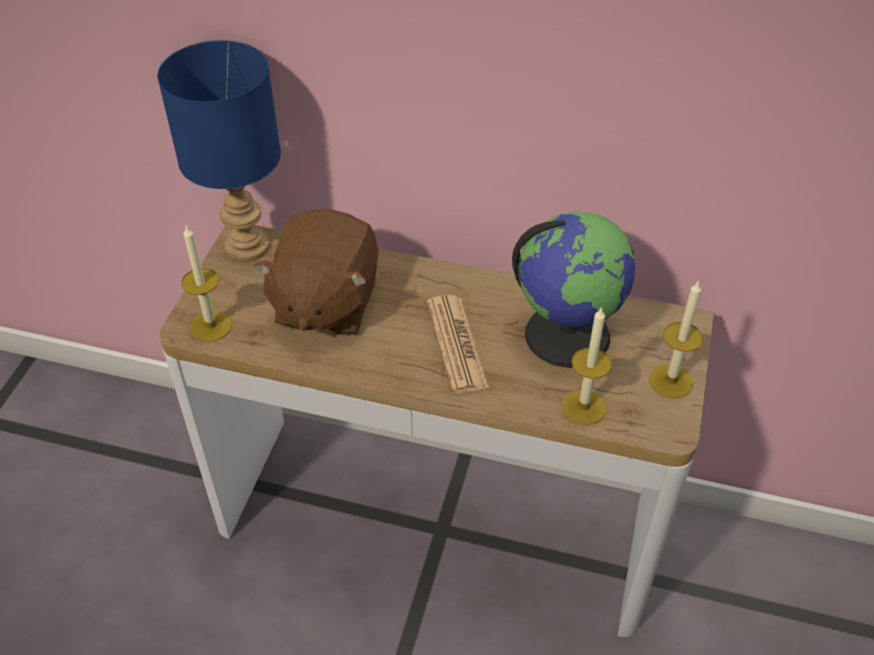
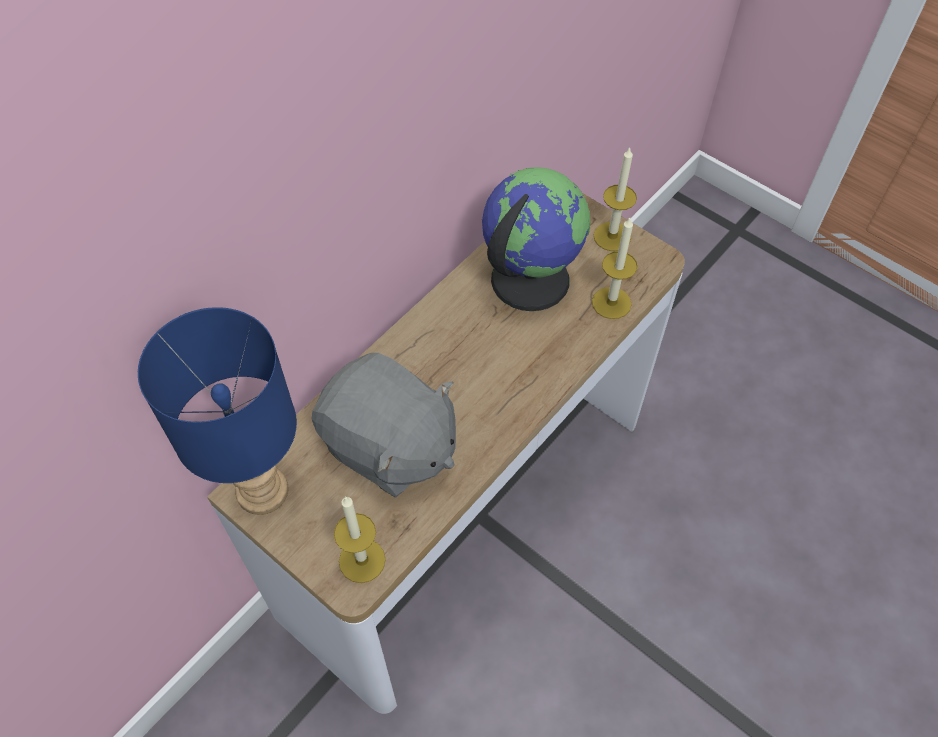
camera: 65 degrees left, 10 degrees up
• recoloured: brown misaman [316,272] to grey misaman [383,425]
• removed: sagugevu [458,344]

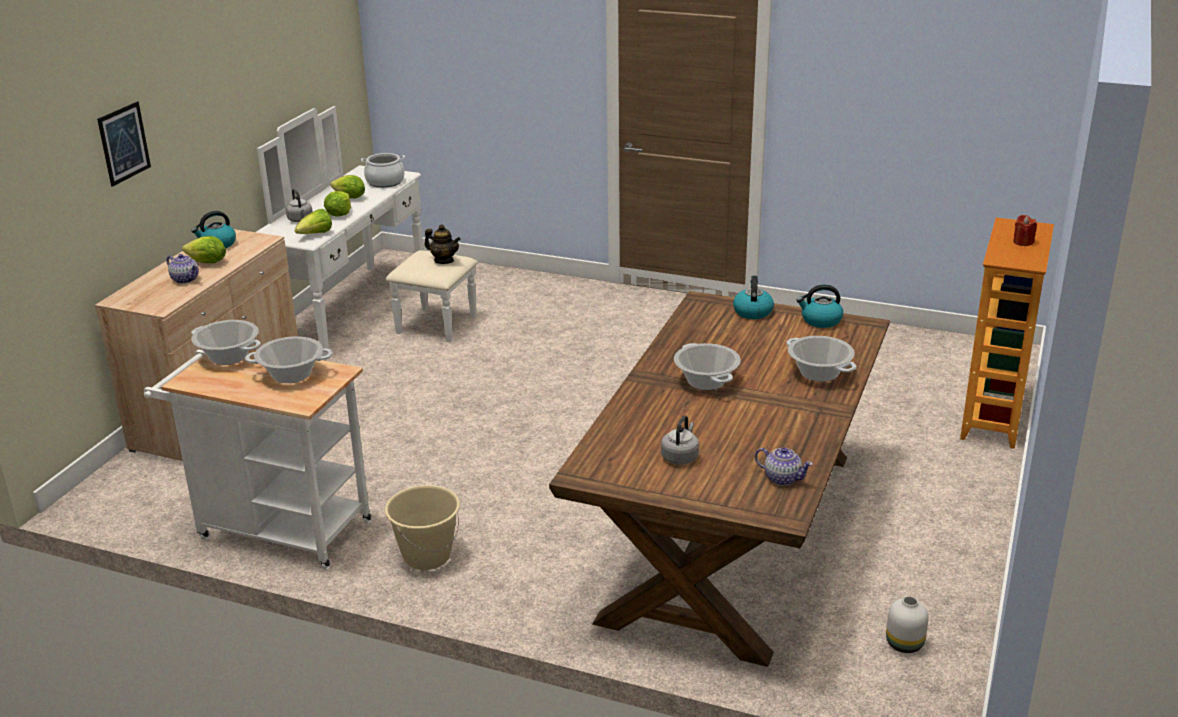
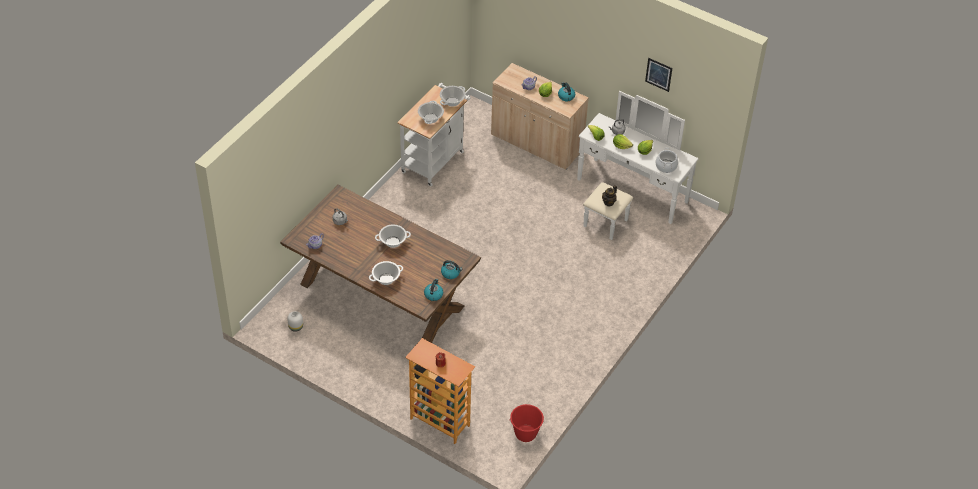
camera: 100 degrees right, 20 degrees up
• added: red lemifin [526,423]
• moved: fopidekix [124,144] to [658,75]
• removed: beige lemifin [422,527]

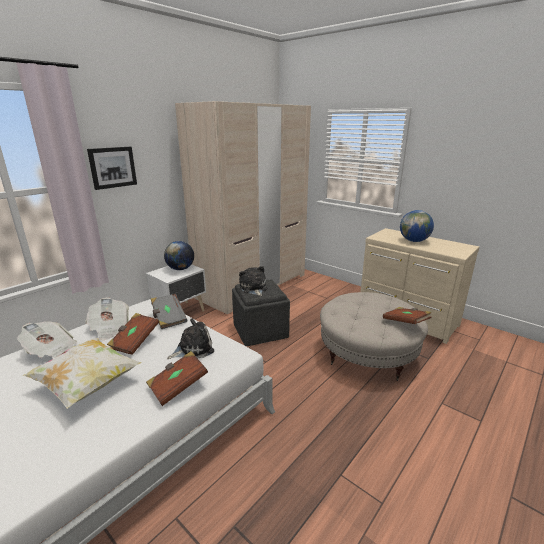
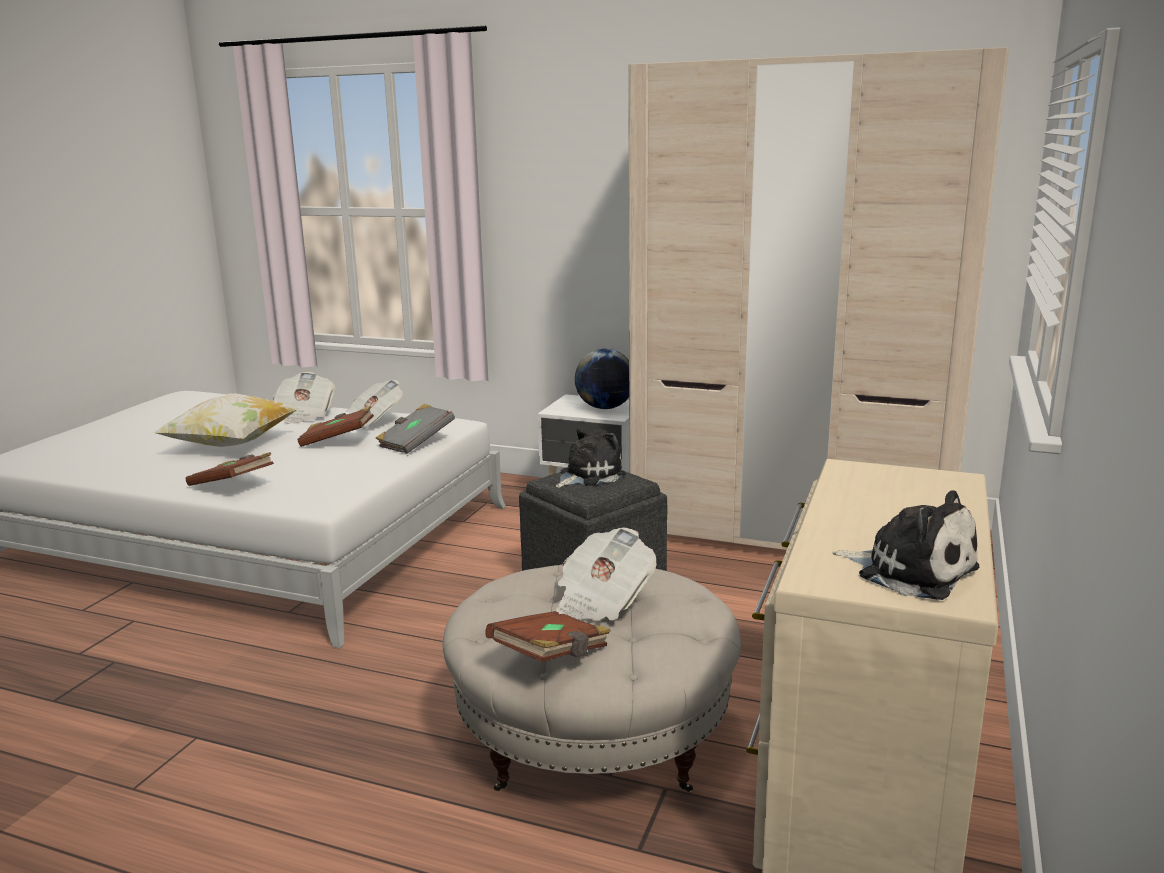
camera: 70 degrees right, 5 degrees down
• added: sagugevu [606,574]
• moved: misaman [190,338] to [905,545]
• removed: fopidekix [112,168]
• removed: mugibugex [417,226]

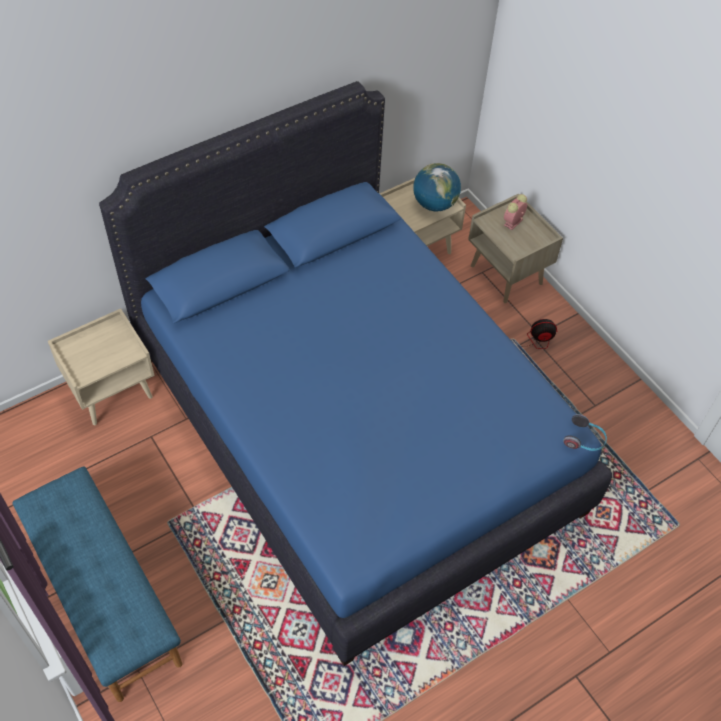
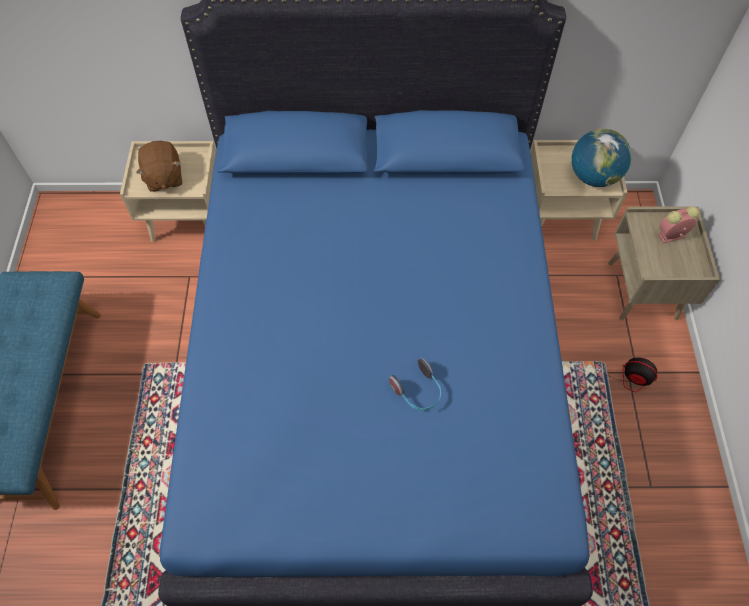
camera: 35 degrees right, 5 degrees up
• added: brown misaman [159,166]
• moved: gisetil [585,432] to [415,384]

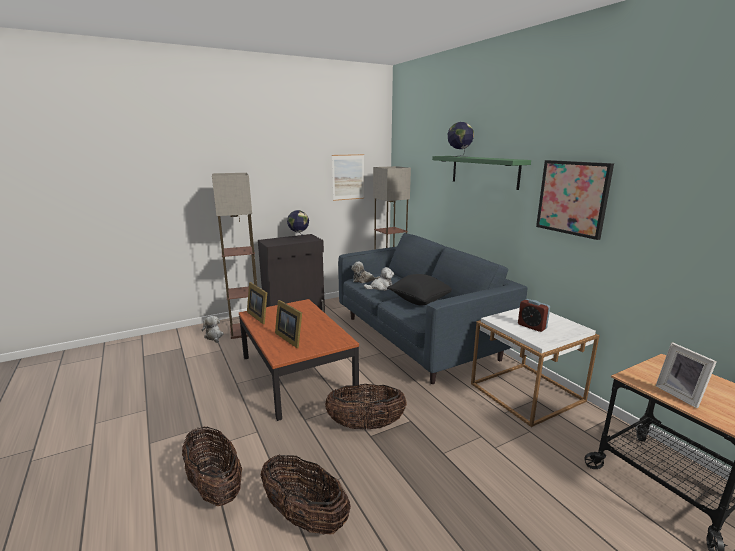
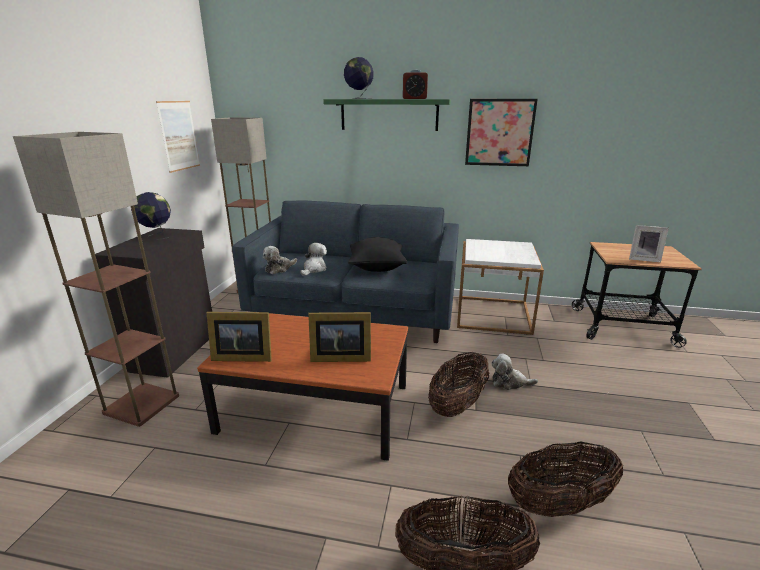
camera: 50 degrees left, 5 degrees up
• moved: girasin [534,315] to [415,84]
• moved: misaman [213,329] to [514,372]

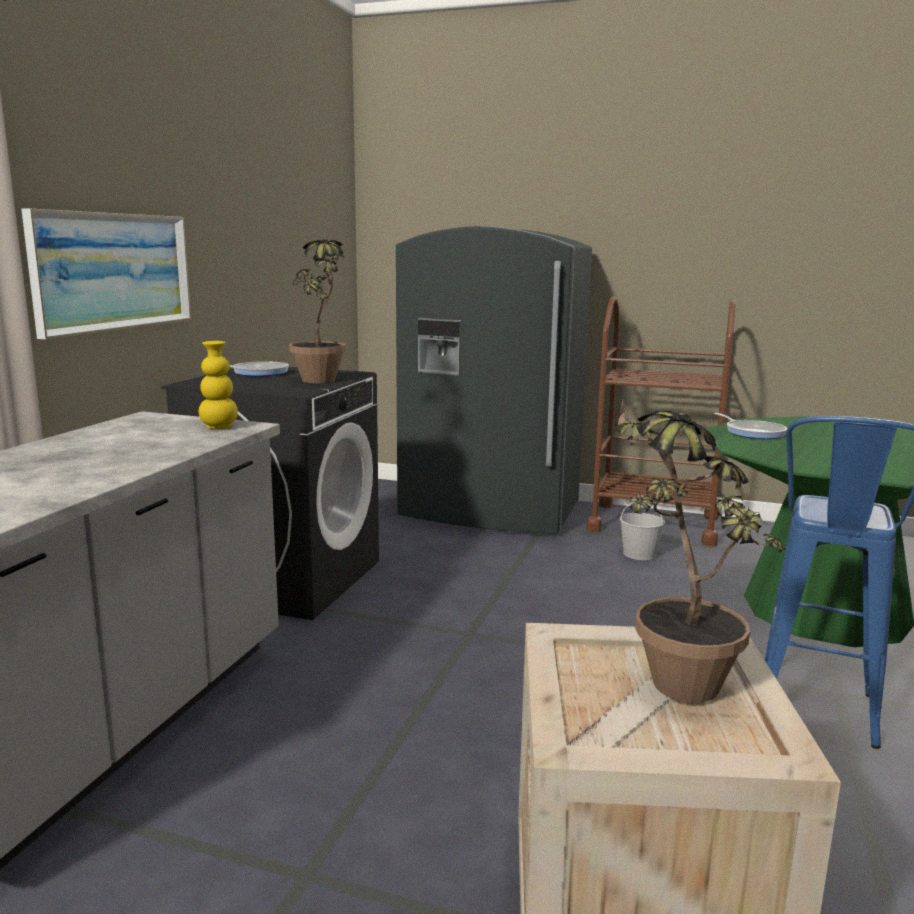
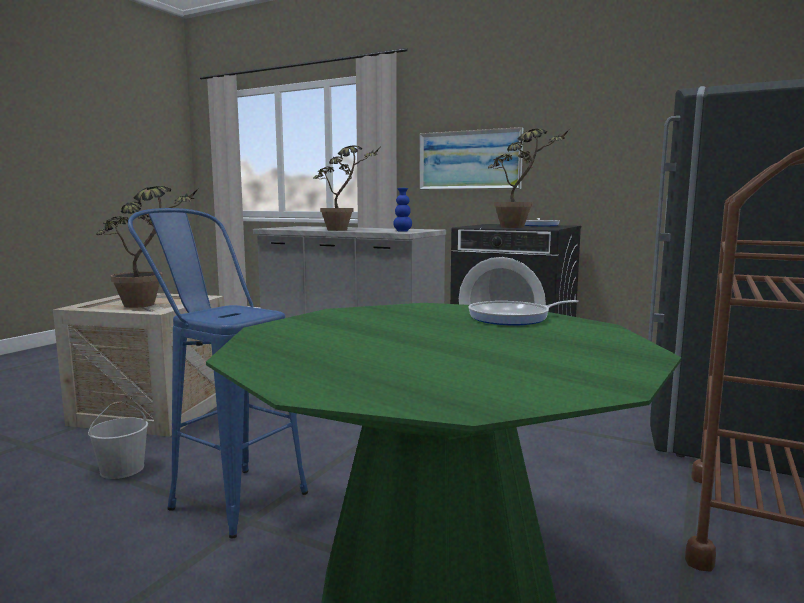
camera: 100 degrees right, 5 degrees down
• moved: white lemifin [642,531] to [118,440]
• added: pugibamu [346,188]
• recoloured: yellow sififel [218,385] to blue sififel [402,210]

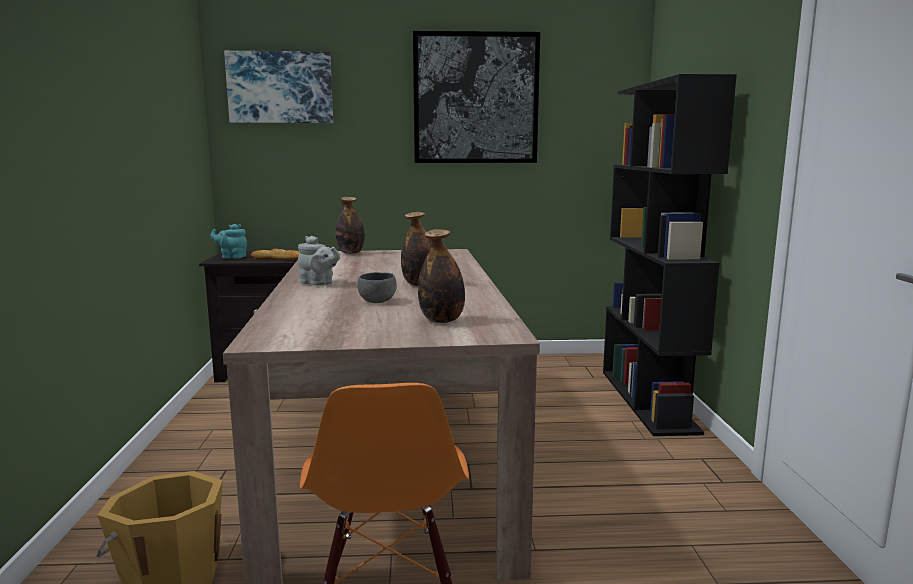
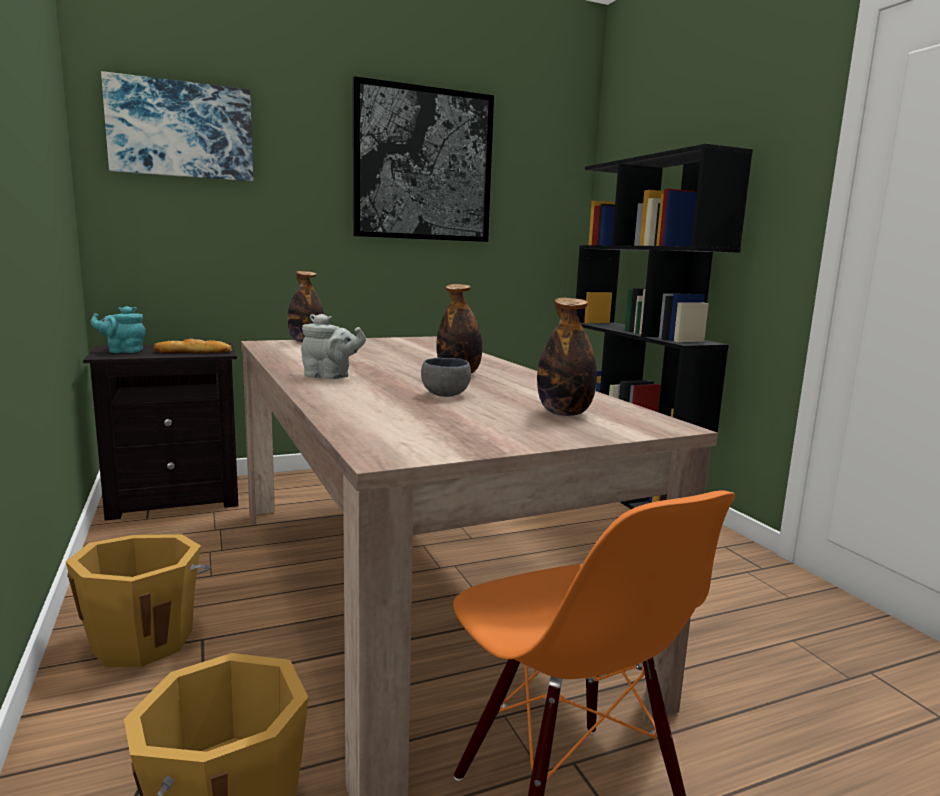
camera: 20 degrees left, 0 degrees up
• added: orange lemifin [139,600]

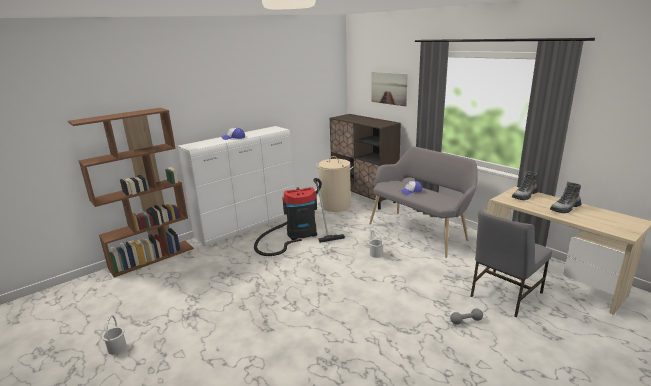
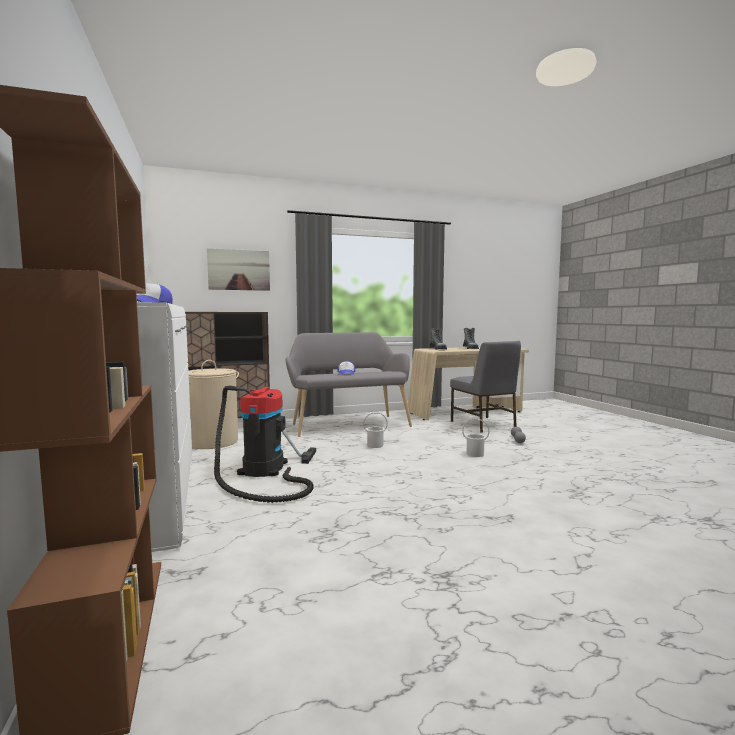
camera: 70 degrees left, 15 degrees down
• moved: white lemifin [114,335] to [475,438]

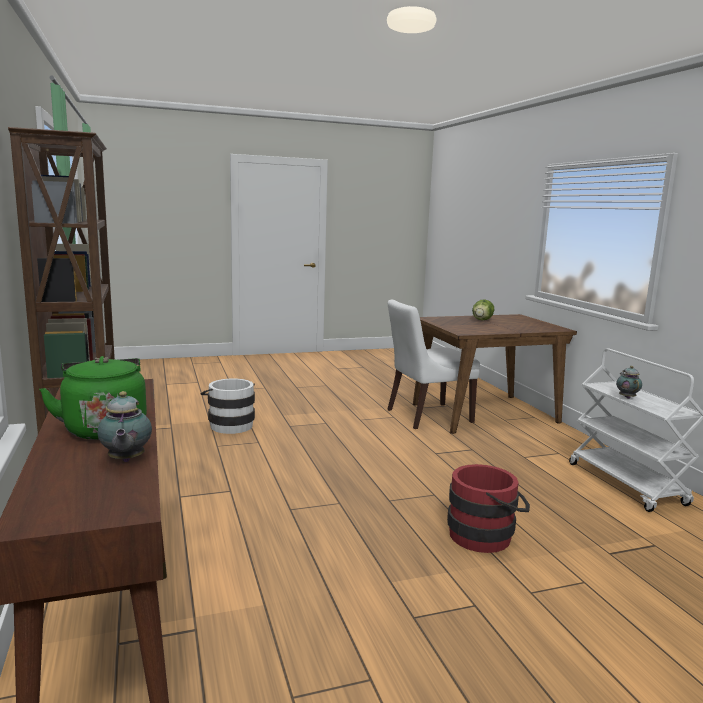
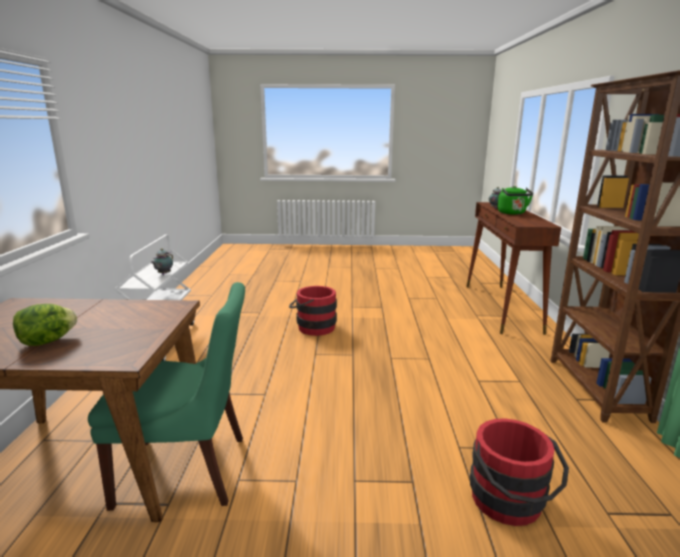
camera: 160 degrees left, 5 degrees up
• recoloured: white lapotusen [433,364] to green lapotusen [166,396]
• recoloured: white lemifin [228,406] to red lemifin [519,472]

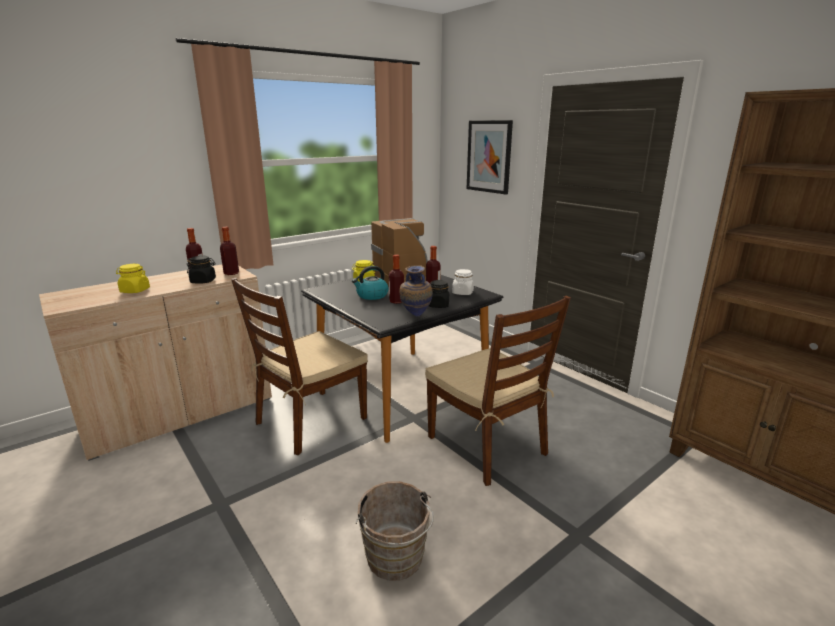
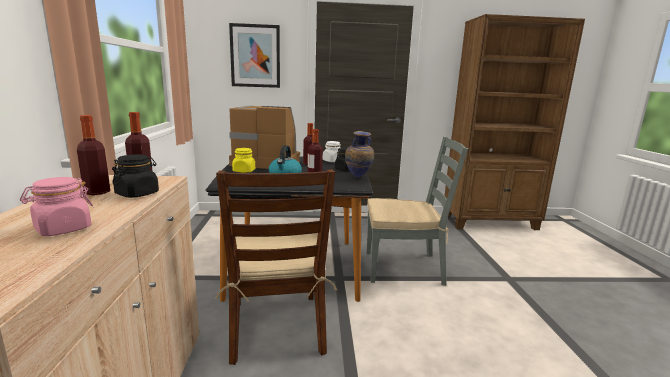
camera: 55 degrees left, 5 degrees down
• recoloured: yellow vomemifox [133,278] to pink vomemifox [56,206]
• recoloured: brown lapotusen [498,390] to grey lapotusen [417,211]
• removed: brown lemifin [395,531]

